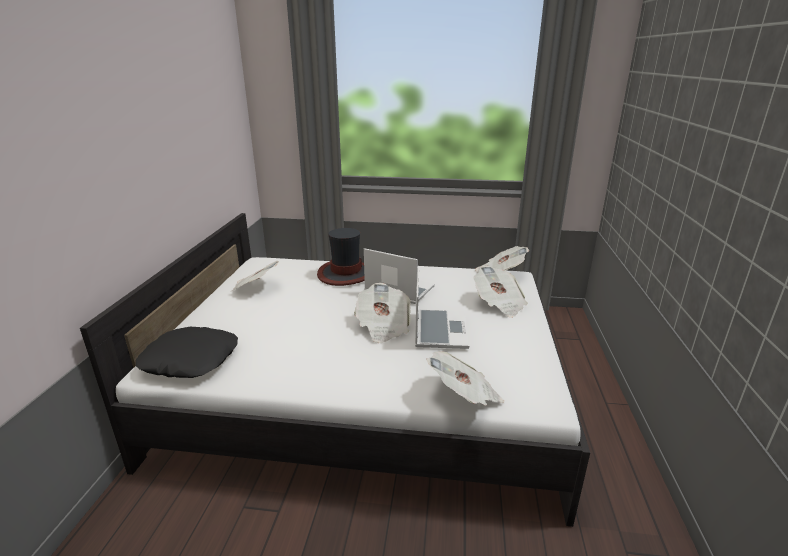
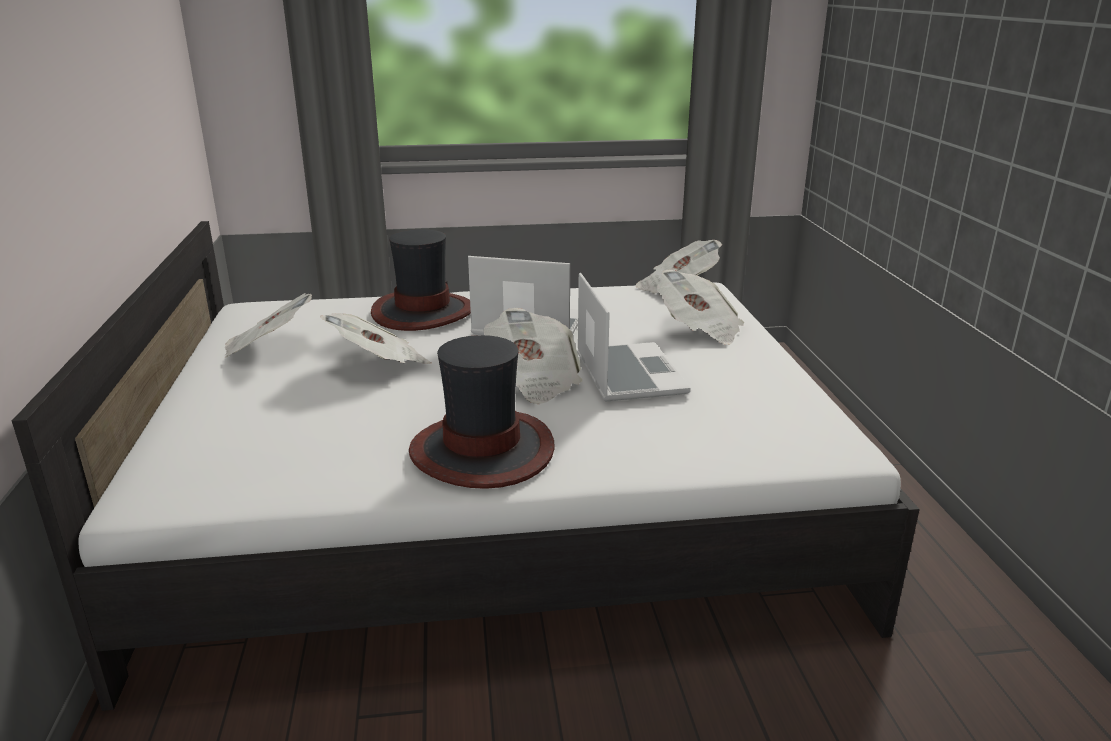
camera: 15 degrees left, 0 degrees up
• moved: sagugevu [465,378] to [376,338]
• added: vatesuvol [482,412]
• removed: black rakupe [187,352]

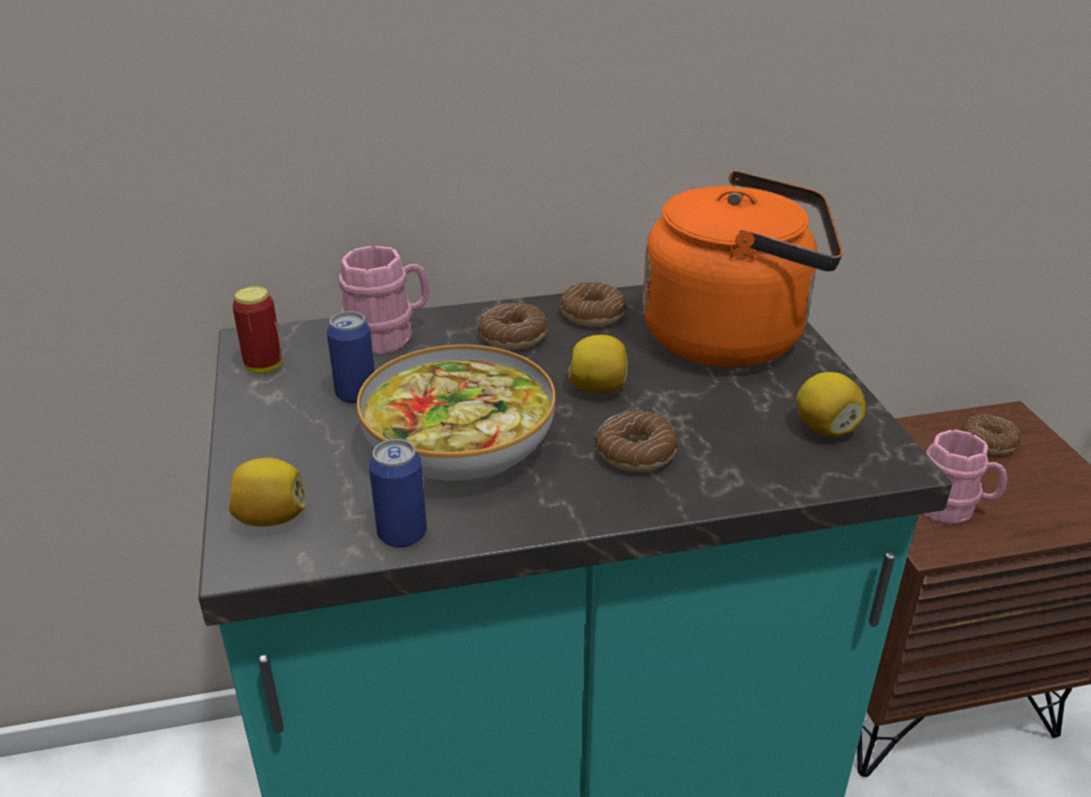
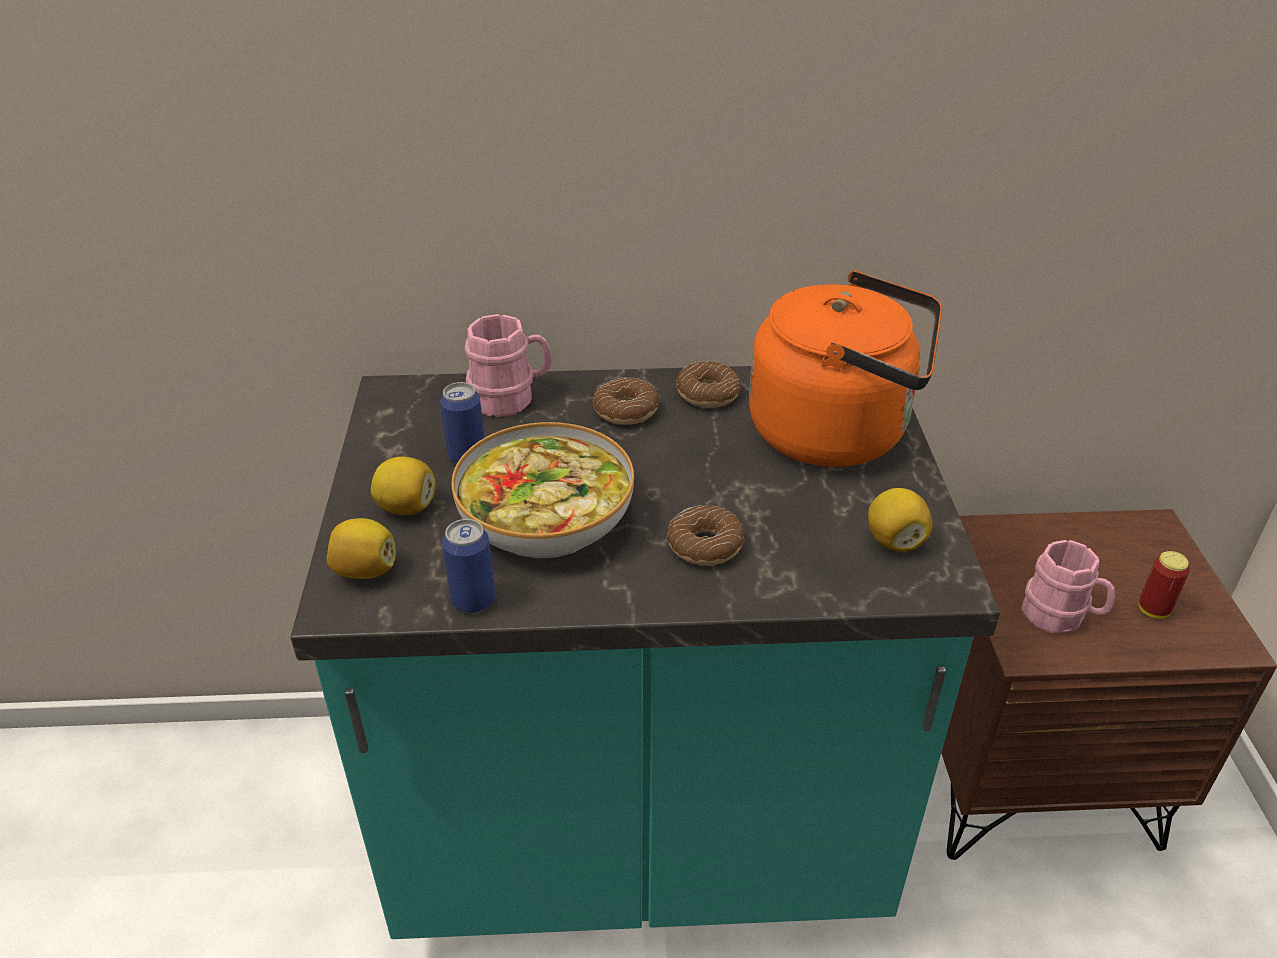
camera: 10 degrees right, 5 degrees up
• moved: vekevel [598,364] to [403,486]
• moved: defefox [257,329] to [1163,585]
• removed: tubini [991,435]

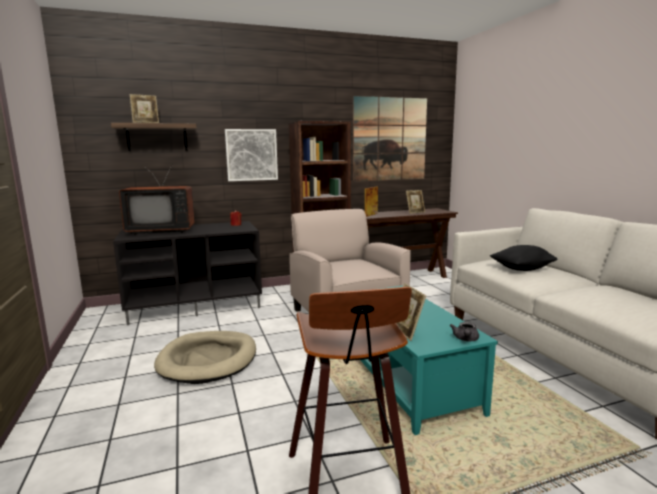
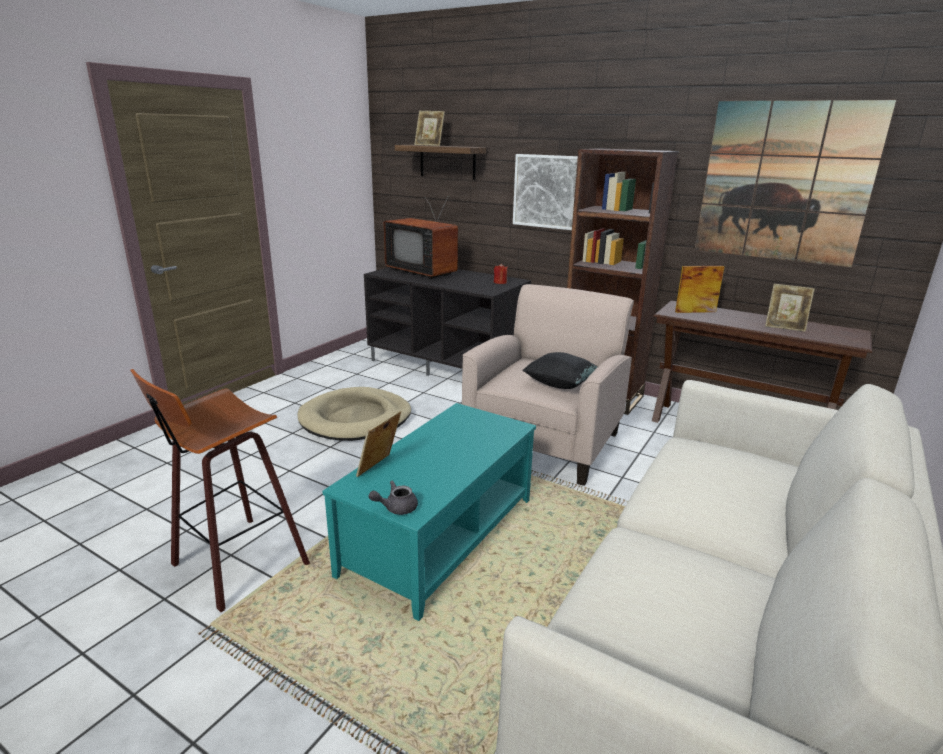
camera: 50 degrees right, 10 degrees up
• moved: black rakupe [524,258] to [560,370]

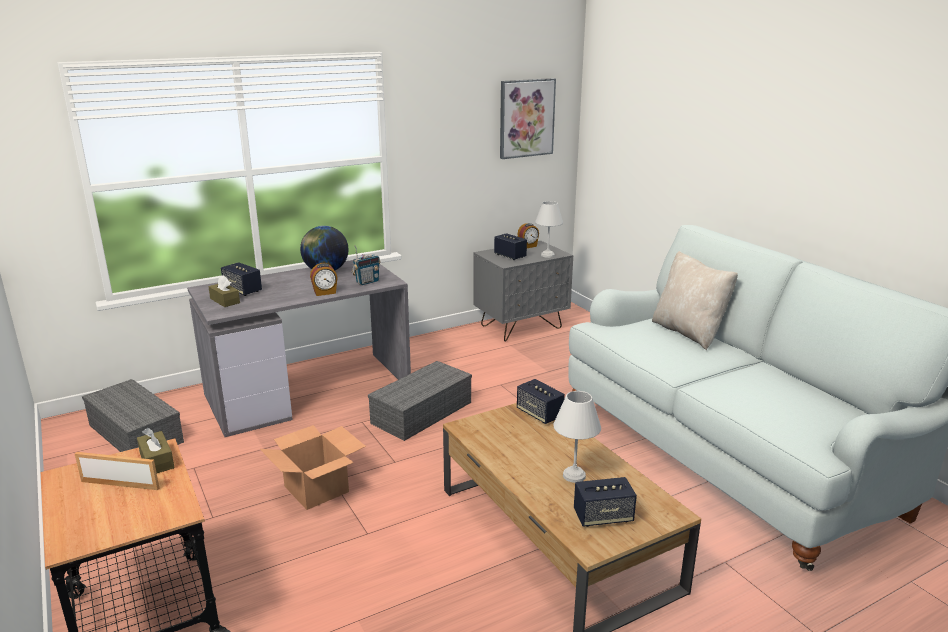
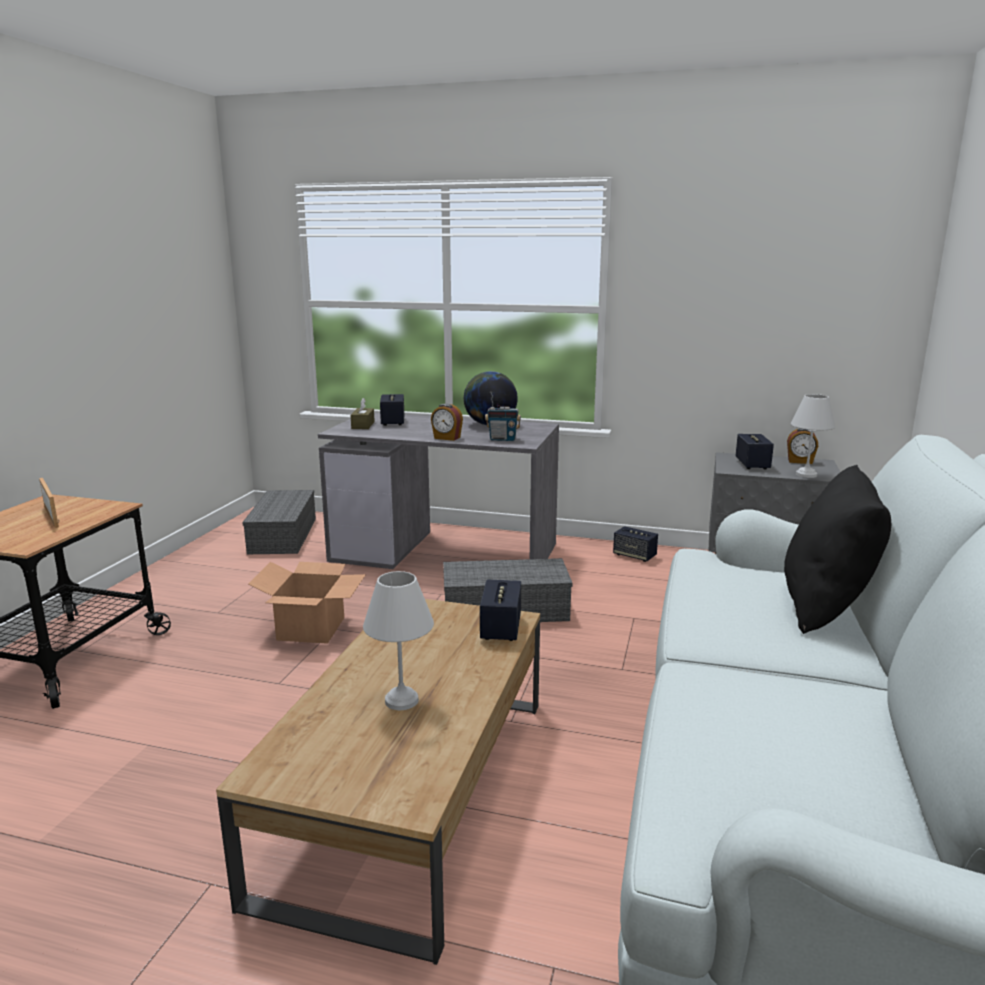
camera: 45 degrees right, 5 degrees down
• moved: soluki [605,502] to [635,544]
• recoloured: beige rakupe [695,300] to black rakupe [837,549]
• removed: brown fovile [156,450]
• removed: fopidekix [528,118]

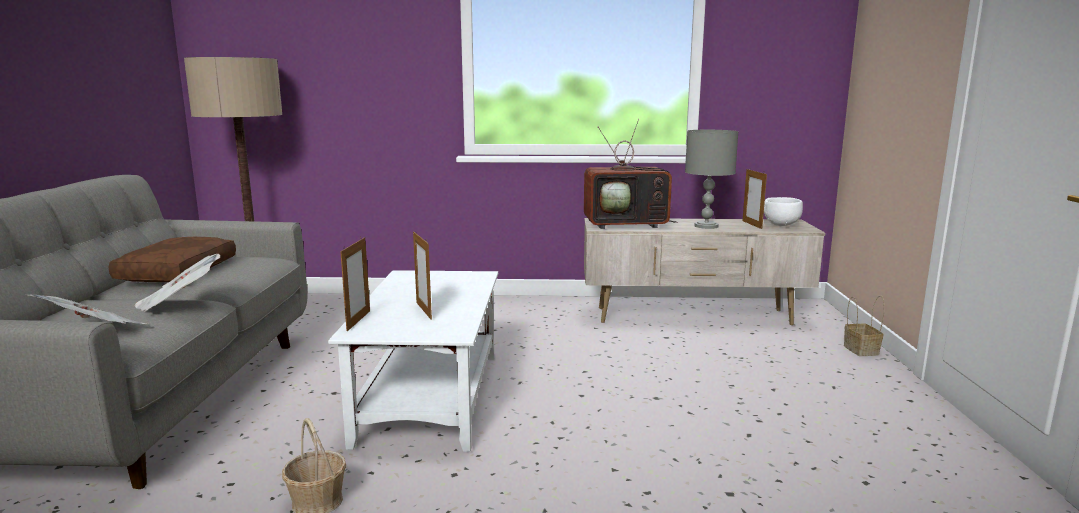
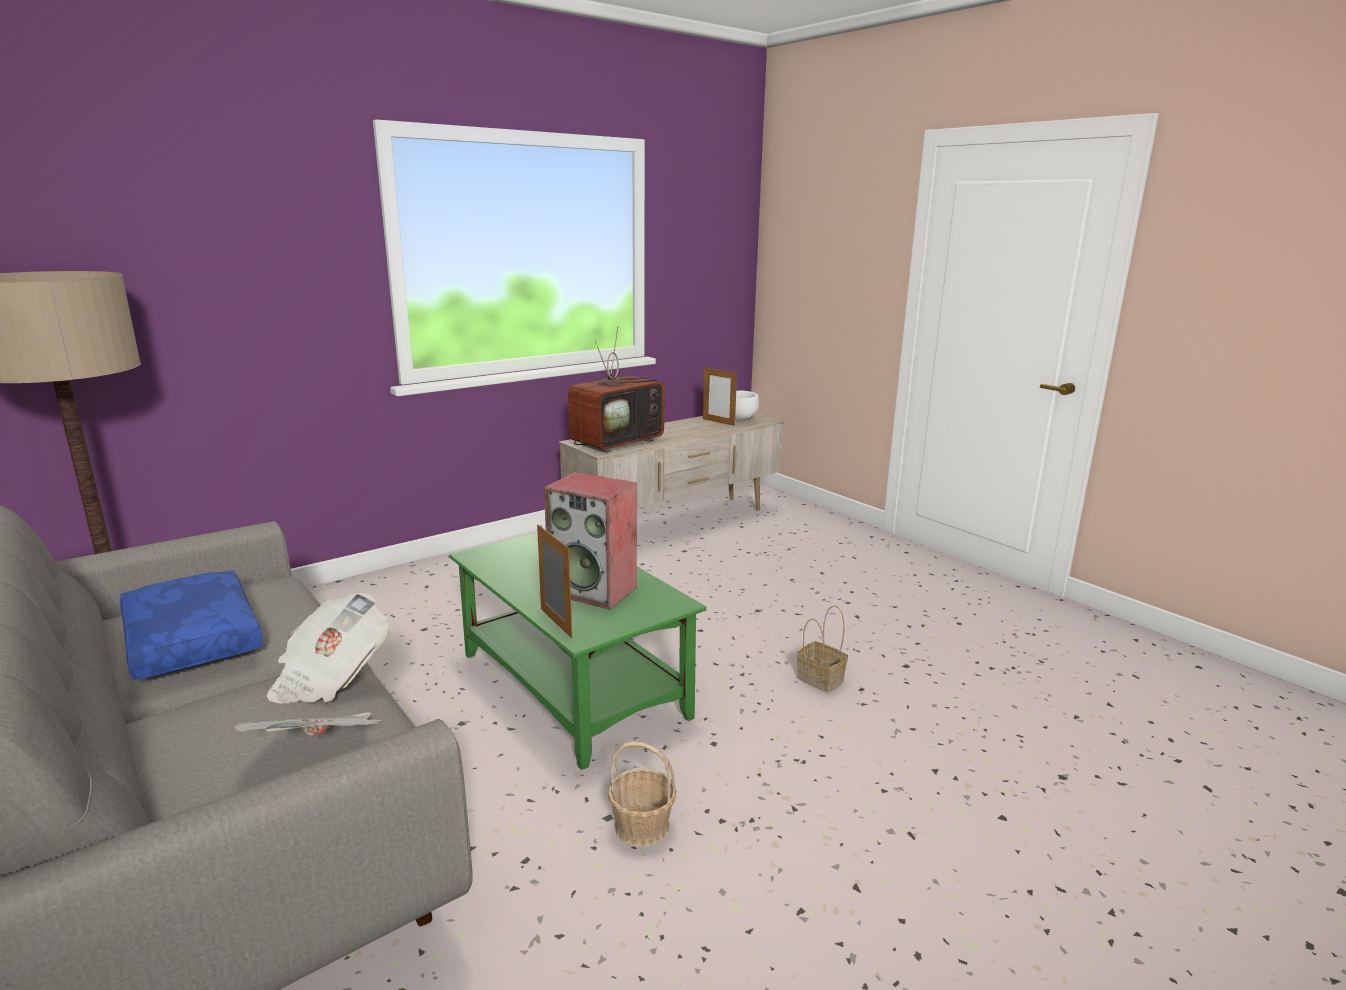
camera: 40 degrees left, 5 degrees up
• recoloured: brown rakupe [172,259] to blue rakupe [191,625]
• recoloured: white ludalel [413,361] to green ludalel [578,651]
• replaced: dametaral [422,276] to soluki [590,541]
• moved: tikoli [864,325] to [822,648]
• removed: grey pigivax [711,179]

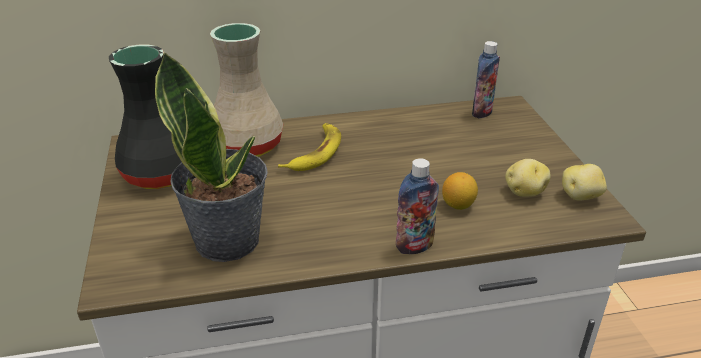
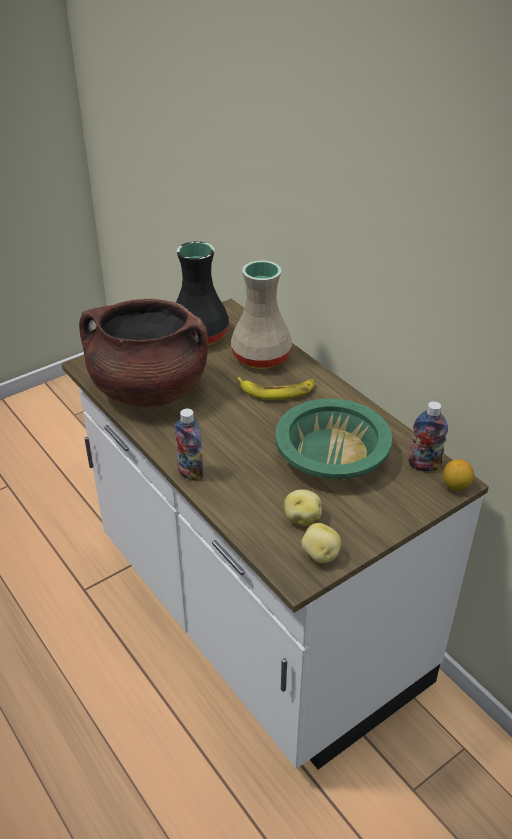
camera: 65 degrees right, 5 degrees up
• replaced: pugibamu [211,156] to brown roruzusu [143,353]
• added: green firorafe [333,439]
• moved: vekevel [460,191] to [458,475]

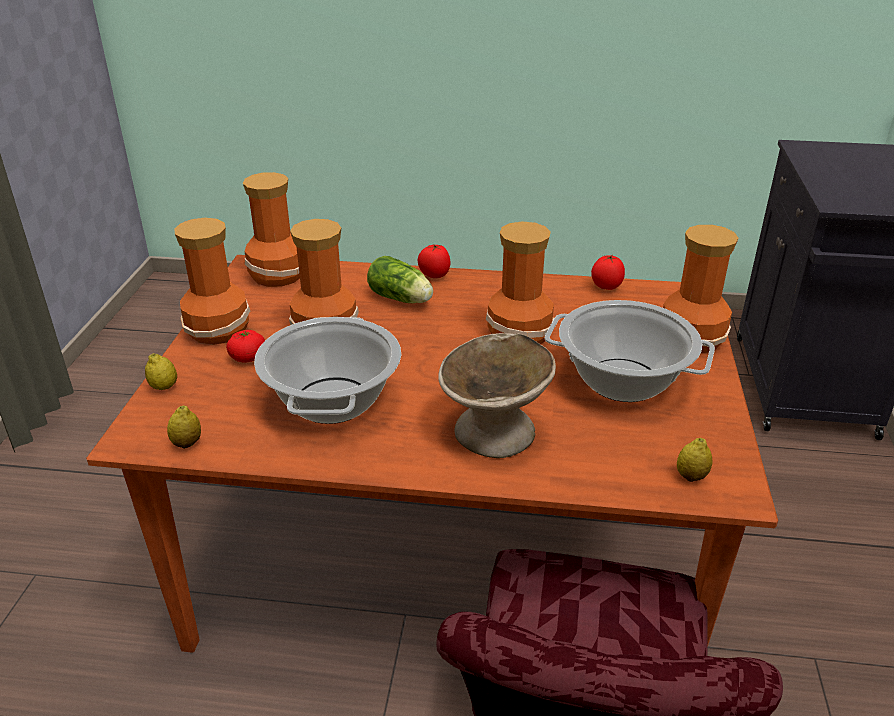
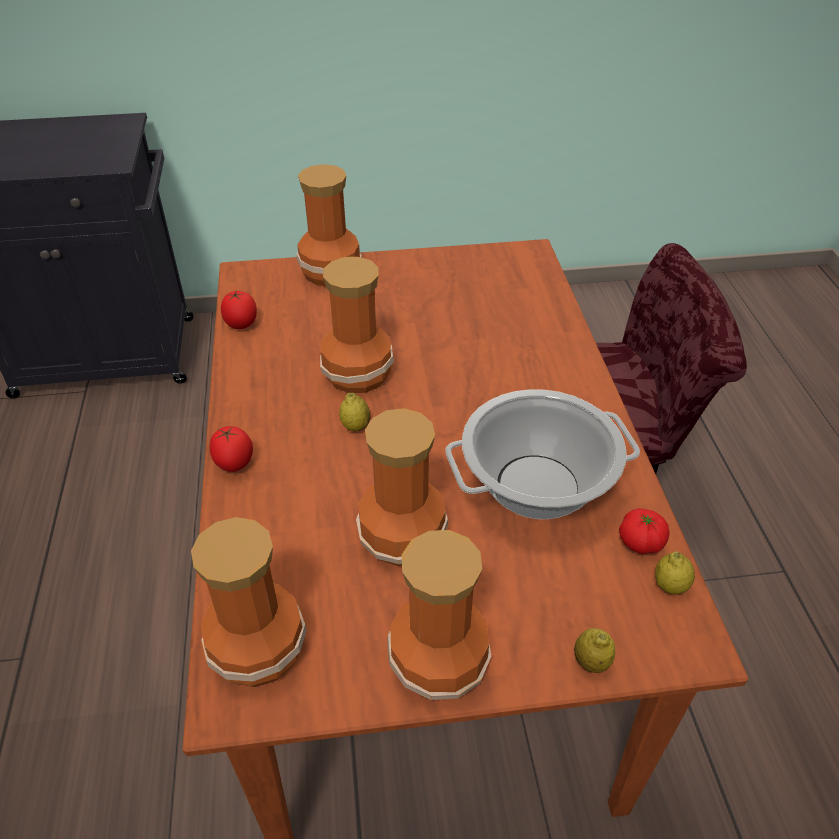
camera: 105 degrees left, 10 degrees up
• moved: vekevel [695,460] to [355,412]
• moved: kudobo [245,346] to [644,531]
• removed: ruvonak [400,279]
• removed: beige firorafe [497,395]
• removed: roruzusu [629,351]

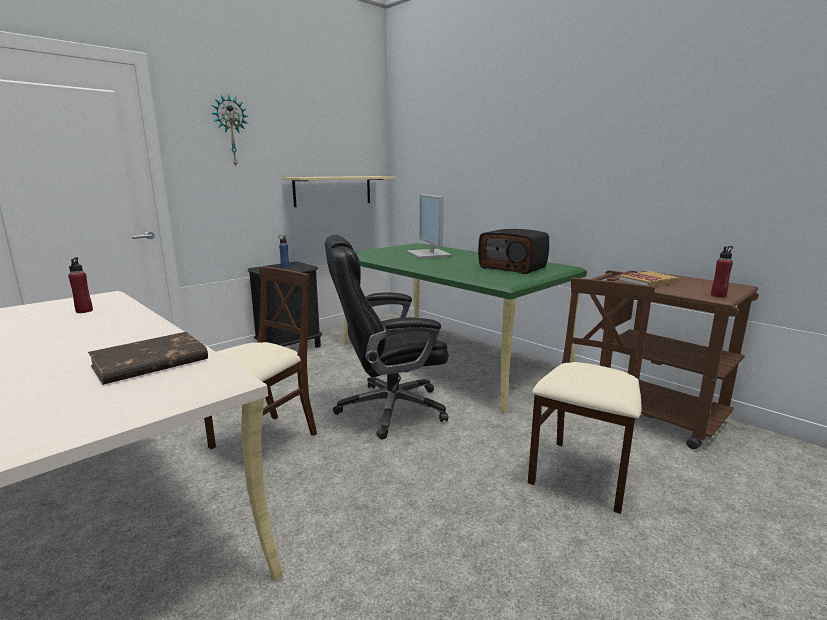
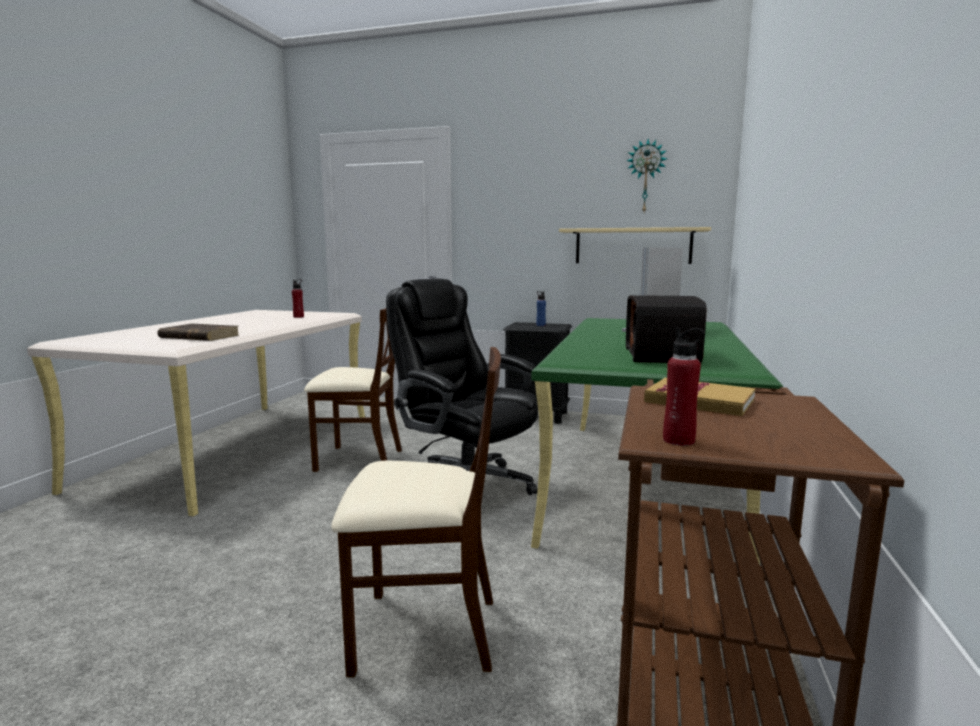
camera: 60 degrees right, 5 degrees down
• moved: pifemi [230,130] to [646,175]

